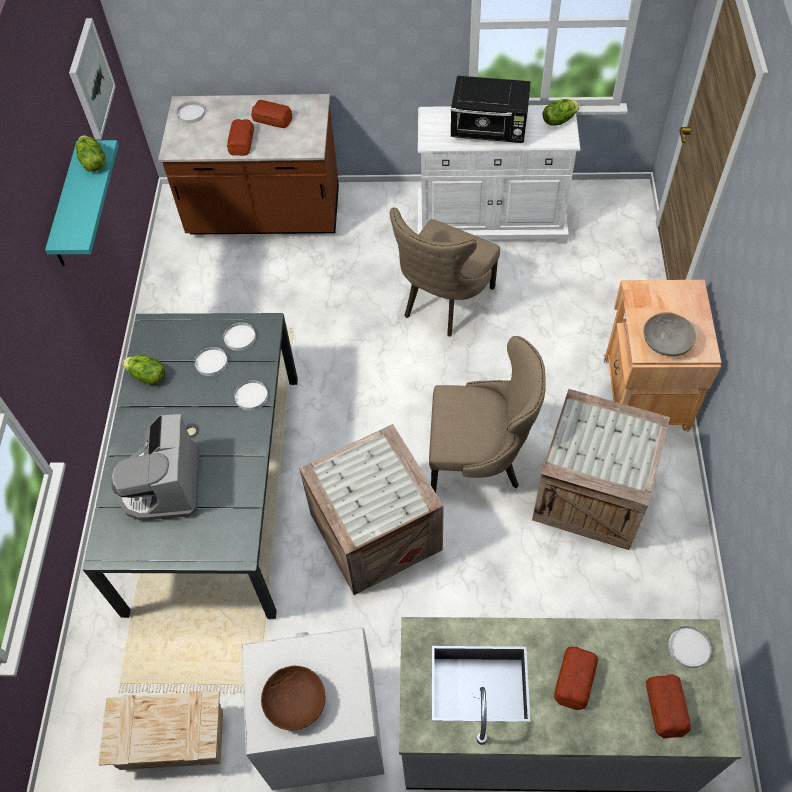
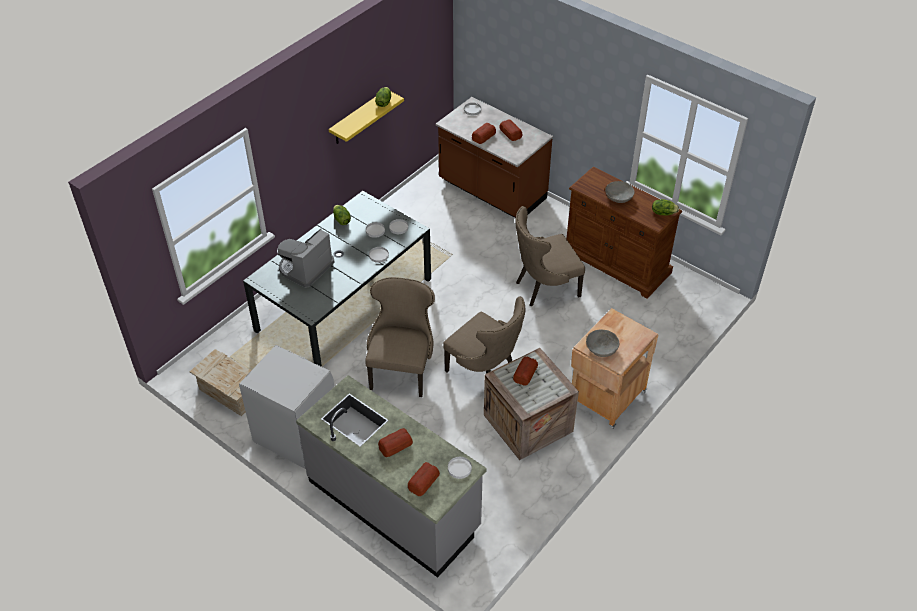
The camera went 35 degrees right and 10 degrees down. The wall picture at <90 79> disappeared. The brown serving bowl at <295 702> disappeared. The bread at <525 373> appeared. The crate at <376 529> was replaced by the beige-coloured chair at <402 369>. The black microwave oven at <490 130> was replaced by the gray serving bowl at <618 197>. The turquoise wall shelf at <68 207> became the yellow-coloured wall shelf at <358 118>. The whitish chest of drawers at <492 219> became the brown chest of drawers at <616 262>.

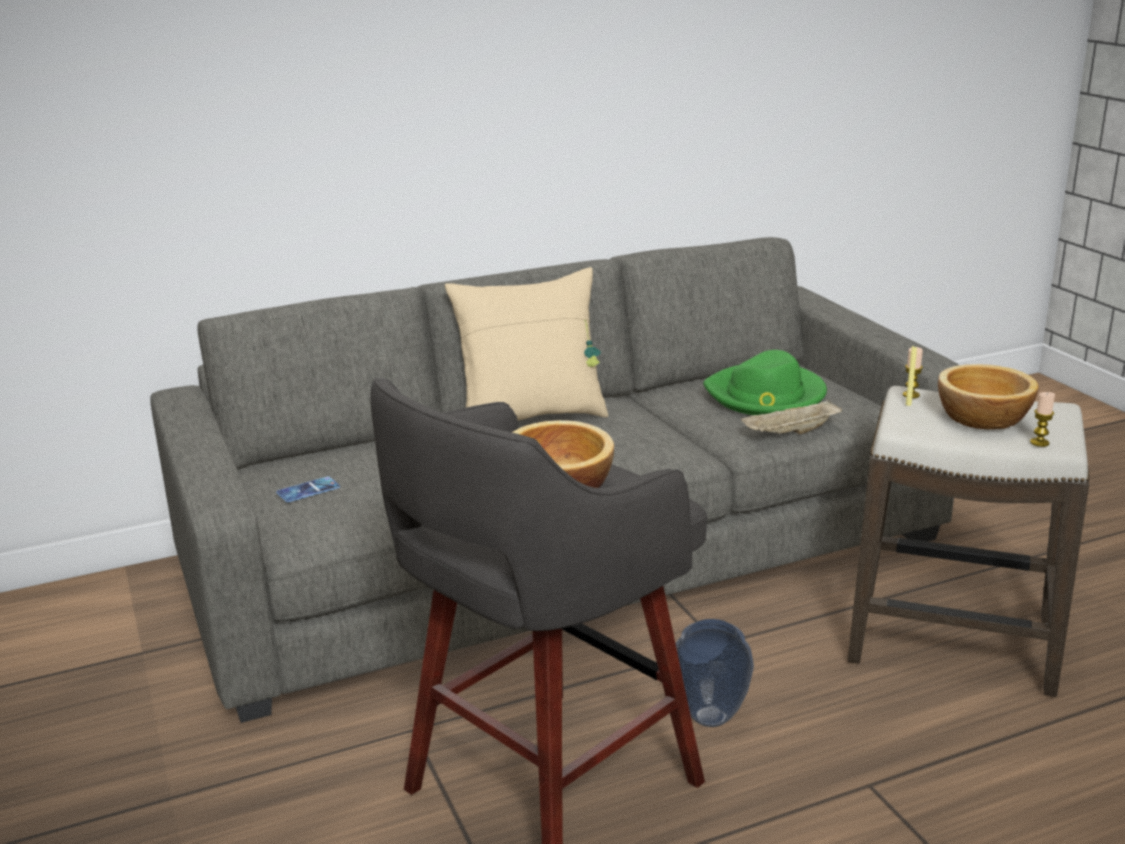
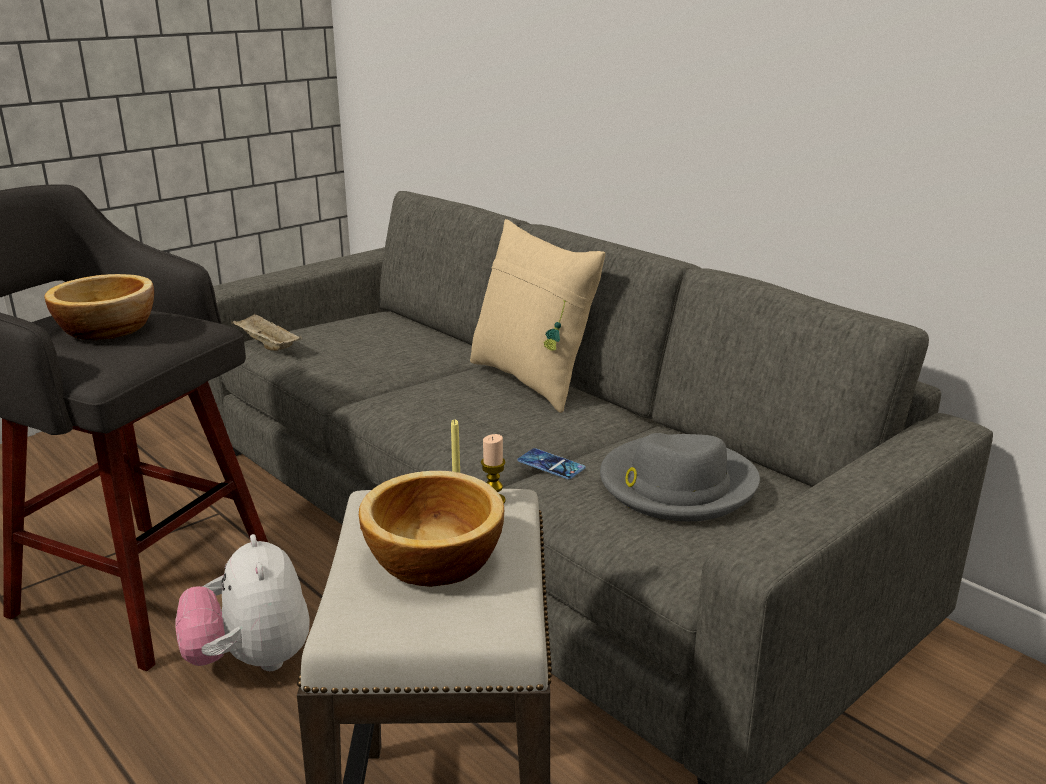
The camera went 70 degrees right and 0 degrees up. The wax candle at <1039 442> disappeared. The phone moved from <308 490> to <551 464>. The beige-coloured carrying tray moved from <791 433> to <266 345>. The flower vase at <711 716> was replaced by the plush toy at <251 660>. The greenish wearable hat at <766 395> became the gray wearable hat at <676 485>.

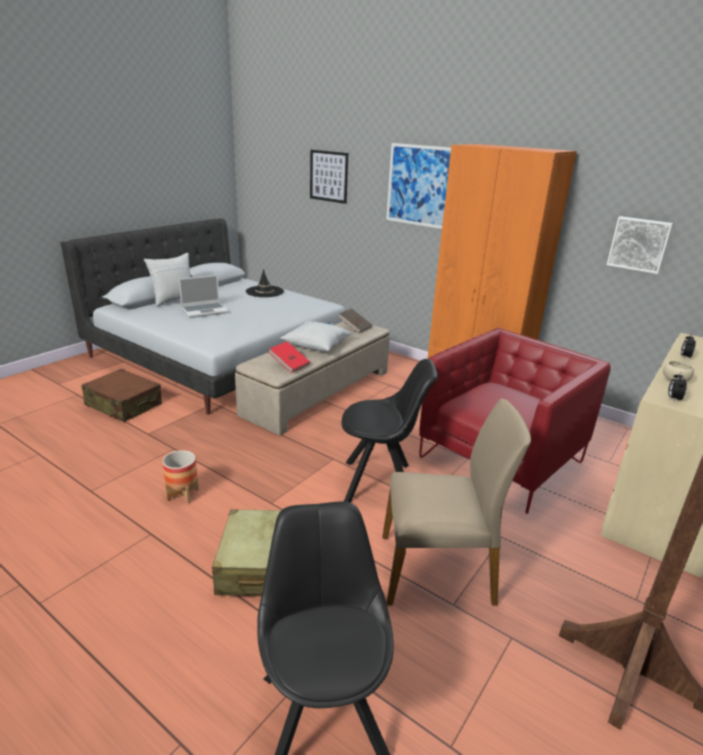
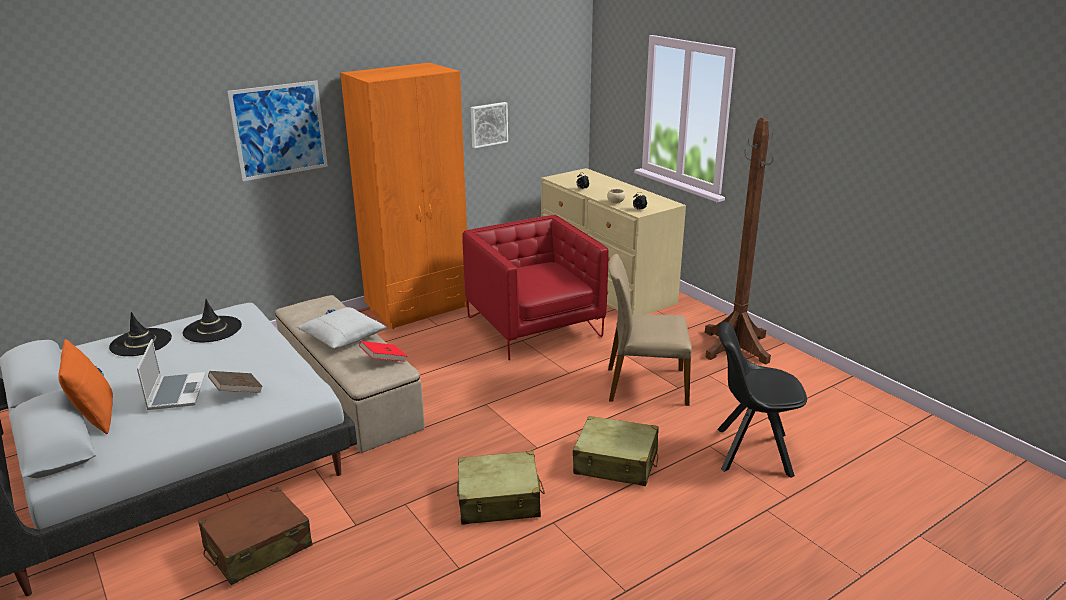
The camera went 70 degrees left and 0 degrees up. The wall picture at <328 176> disappeared. The black chair at <380 483> disappeared. The black wearable hat at <212 329> appeared. The brown volume moved from <354 328> to <237 391>. The plant pot at <183 495> was replaced by the beige-coloured travel case at <499 500>. The gray pillow at <174 301> became the orangey pillow at <95 417>. The beige-coloured chair at <438 569> turned 105 degrees counterclockwise.

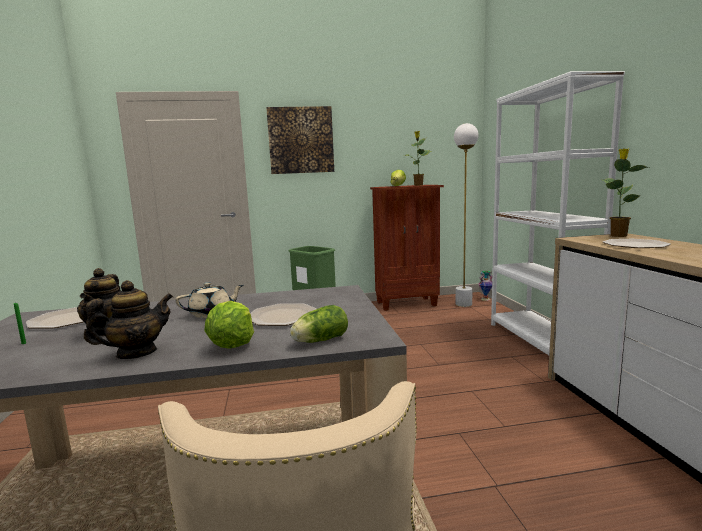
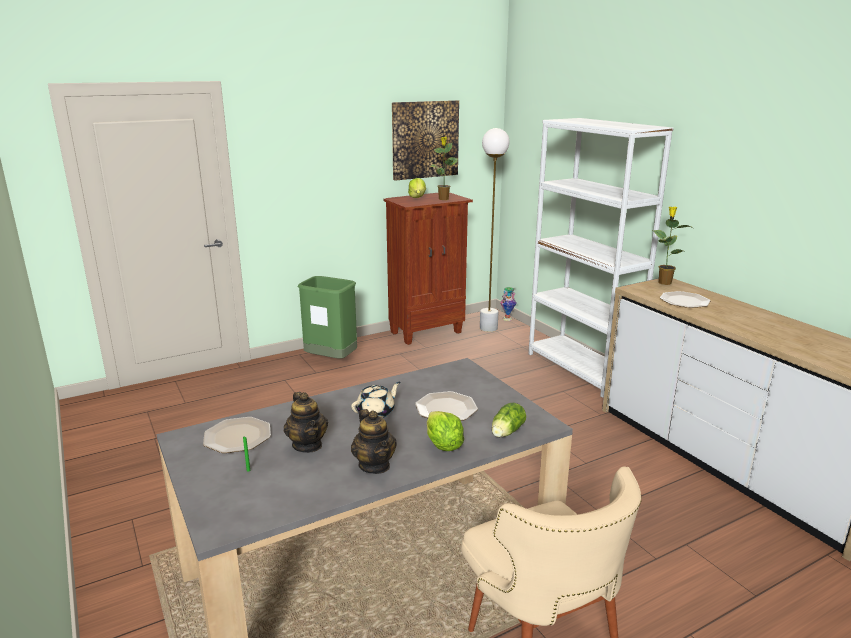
The camera went 20 degrees left and 10 degrees up. The wall picture moved from <301 140> to <425 139>. The pot for tea at <136 353> turned 120 degrees clockwise.

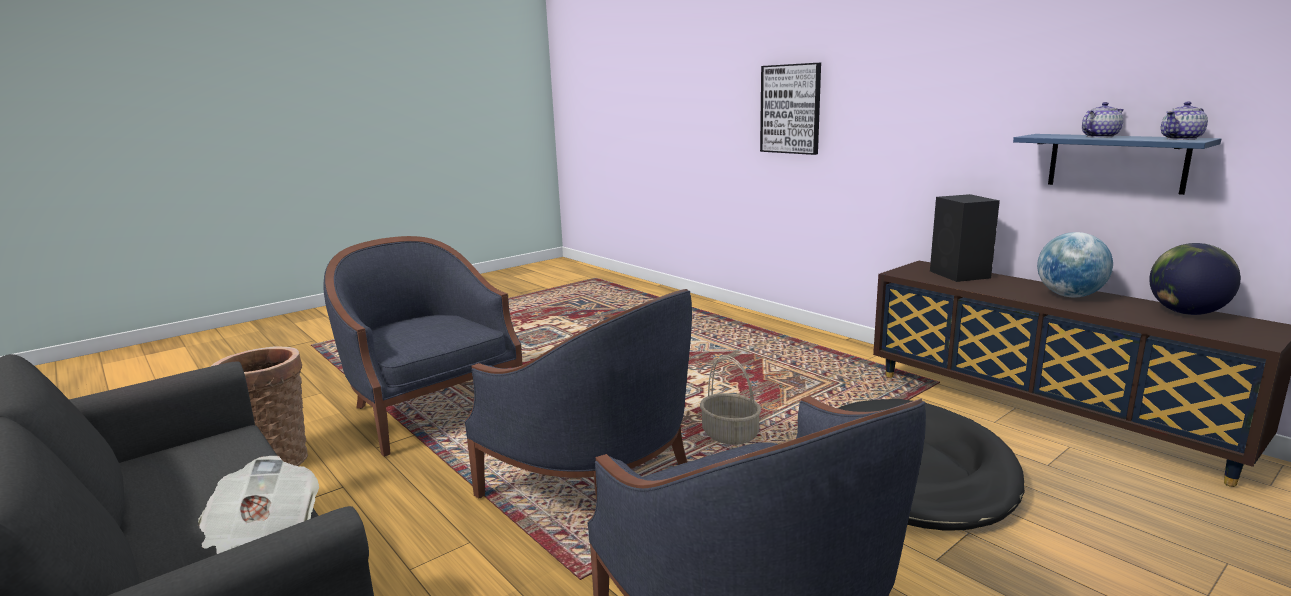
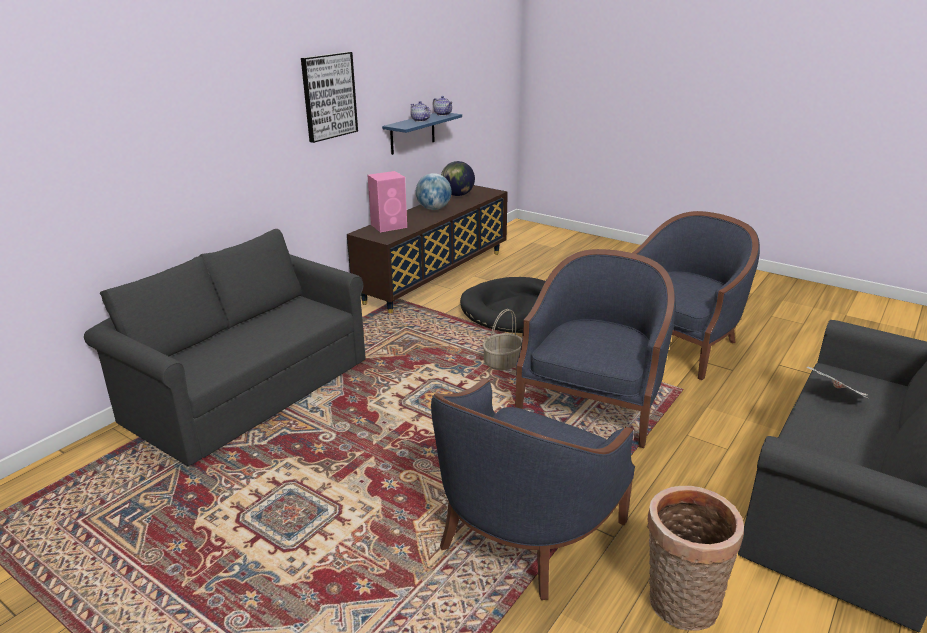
The camera went 105 degrees left and 10 degrees up. The gray settee at <249 391> appeared. The wall picture moved from <791 109> to <329 96>. The black loudspeaker at <960 275> became the pinkish loudspeaker at <389 226>.

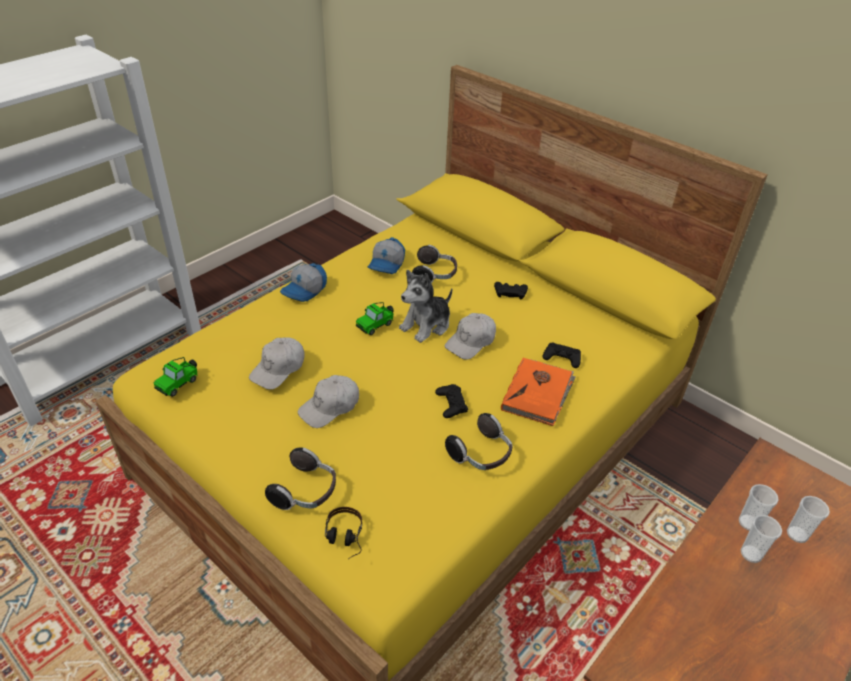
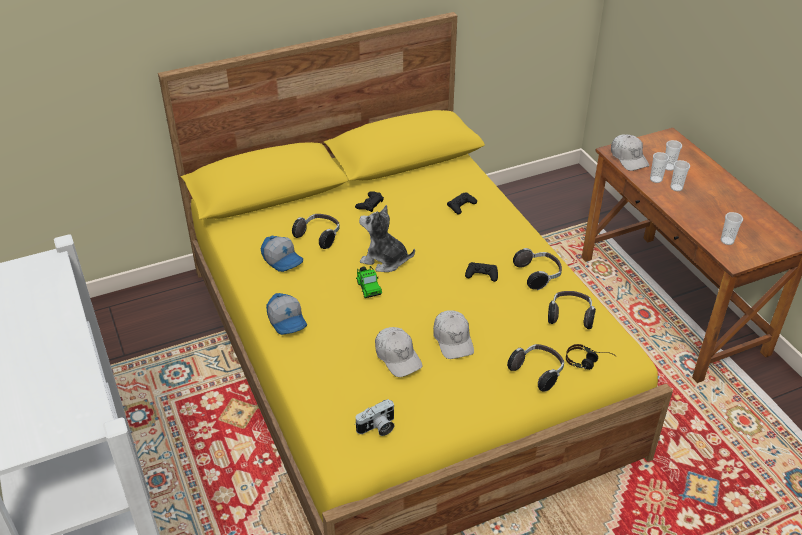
The camera went 65 degrees left and 0 degrees up. The orangey volume at <538 393> disappeared. The headset at <570 316> appeared. The small cup at <727 241> appeared. The whitish cap moved from <471 342> to <628 158>. The toy car at <179 383> was replaced by the photo camera at <377 428>. The plush toy at <426 325> turned 135 degrees clockwise.

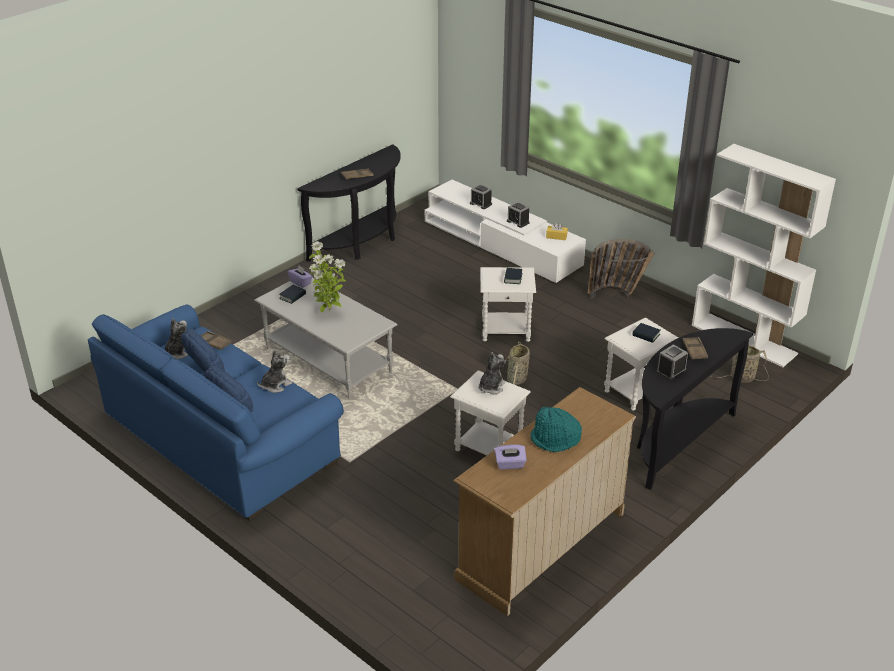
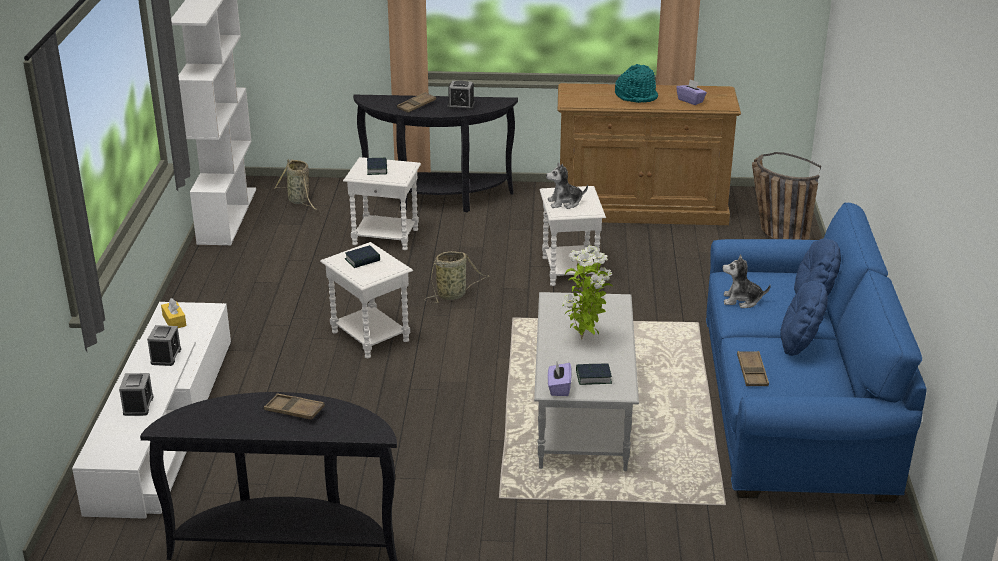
The camera went 130 degrees left and 5 degrees down. The plush toy at <177 352> disappeared. The household basket moved from <617 294> to <774 231>.

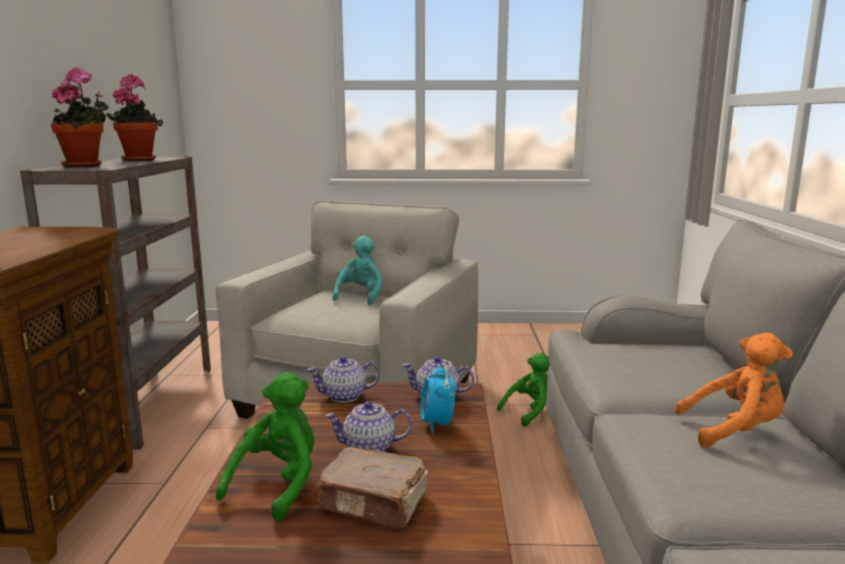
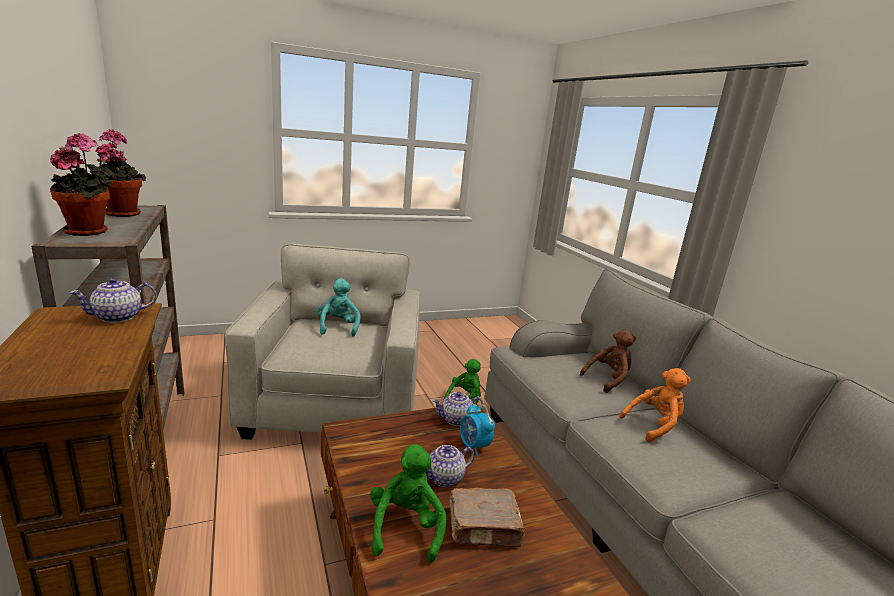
The camera went 25 degrees left and 5 degrees up. The brown plush toy at <608 379> appeared. The pot for tea moved from <345 396> to <118 317>.

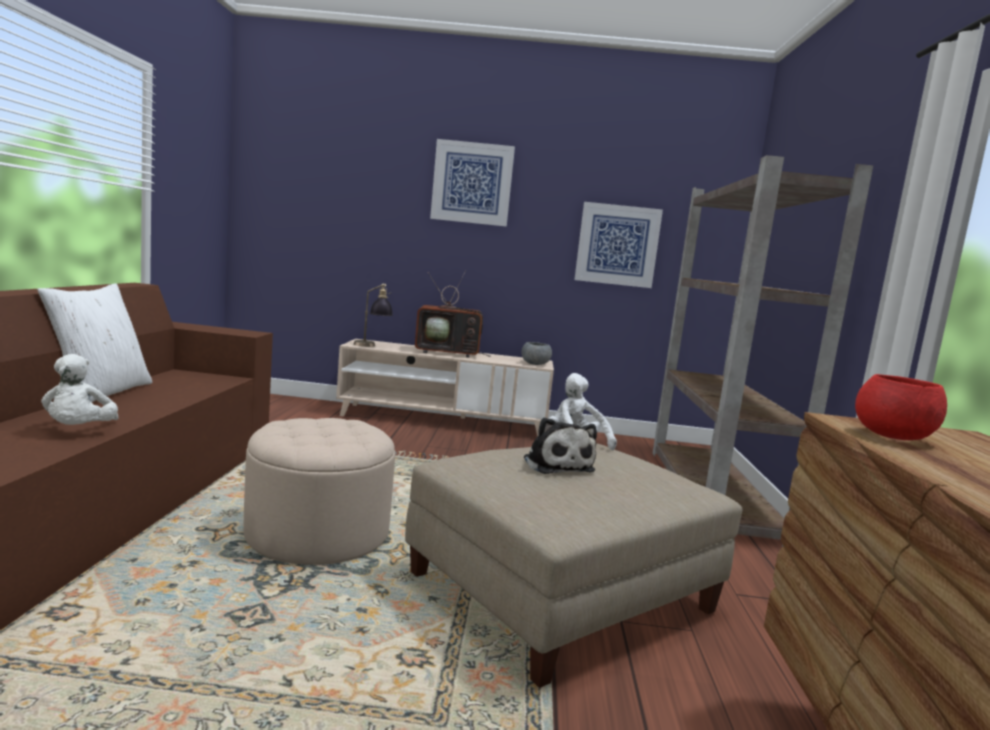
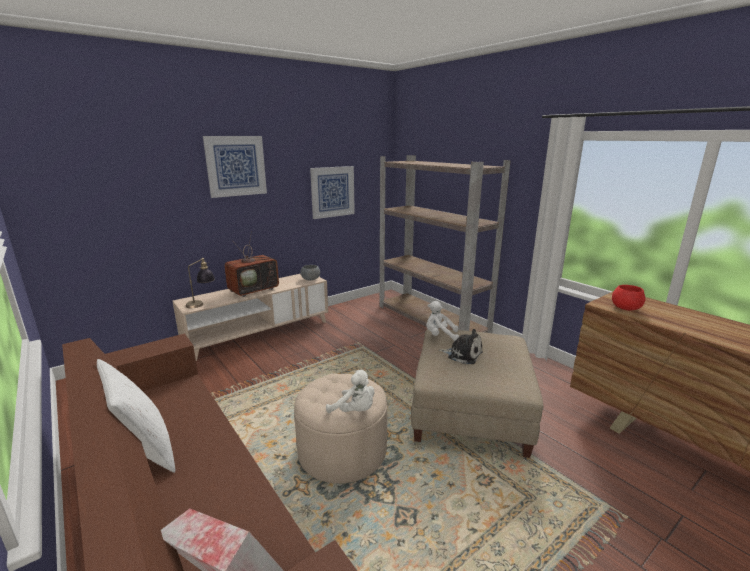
The camera went 40 degrees left and 10 degrees up. The whitish plush toy moved from <79 431> to <354 411>.

